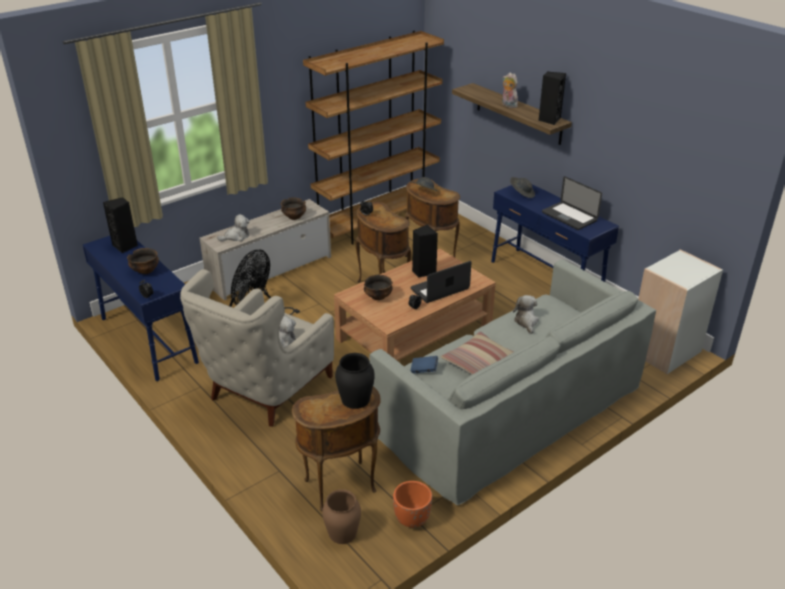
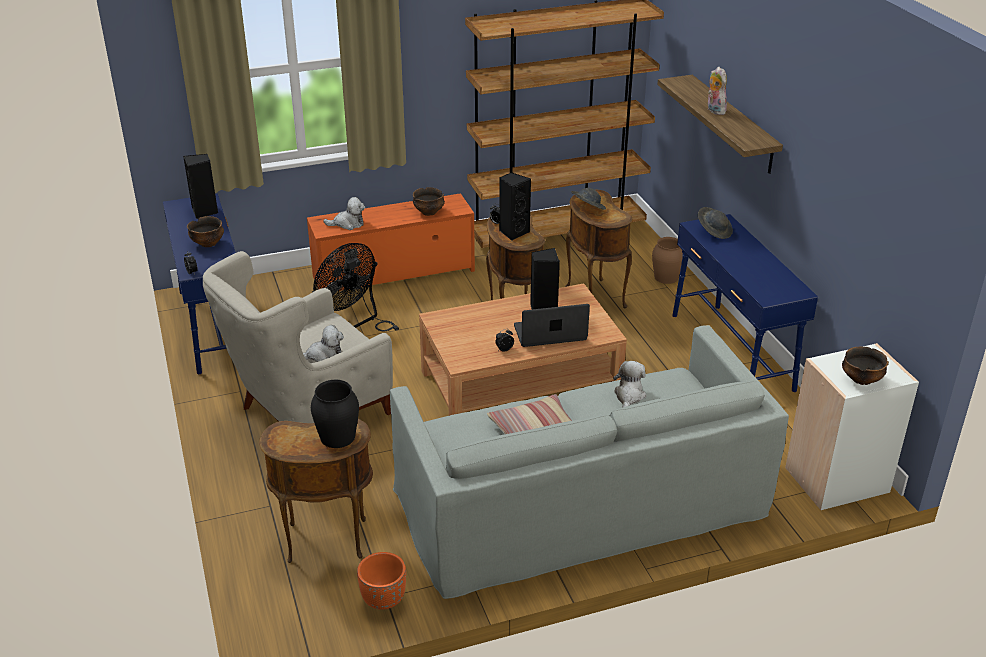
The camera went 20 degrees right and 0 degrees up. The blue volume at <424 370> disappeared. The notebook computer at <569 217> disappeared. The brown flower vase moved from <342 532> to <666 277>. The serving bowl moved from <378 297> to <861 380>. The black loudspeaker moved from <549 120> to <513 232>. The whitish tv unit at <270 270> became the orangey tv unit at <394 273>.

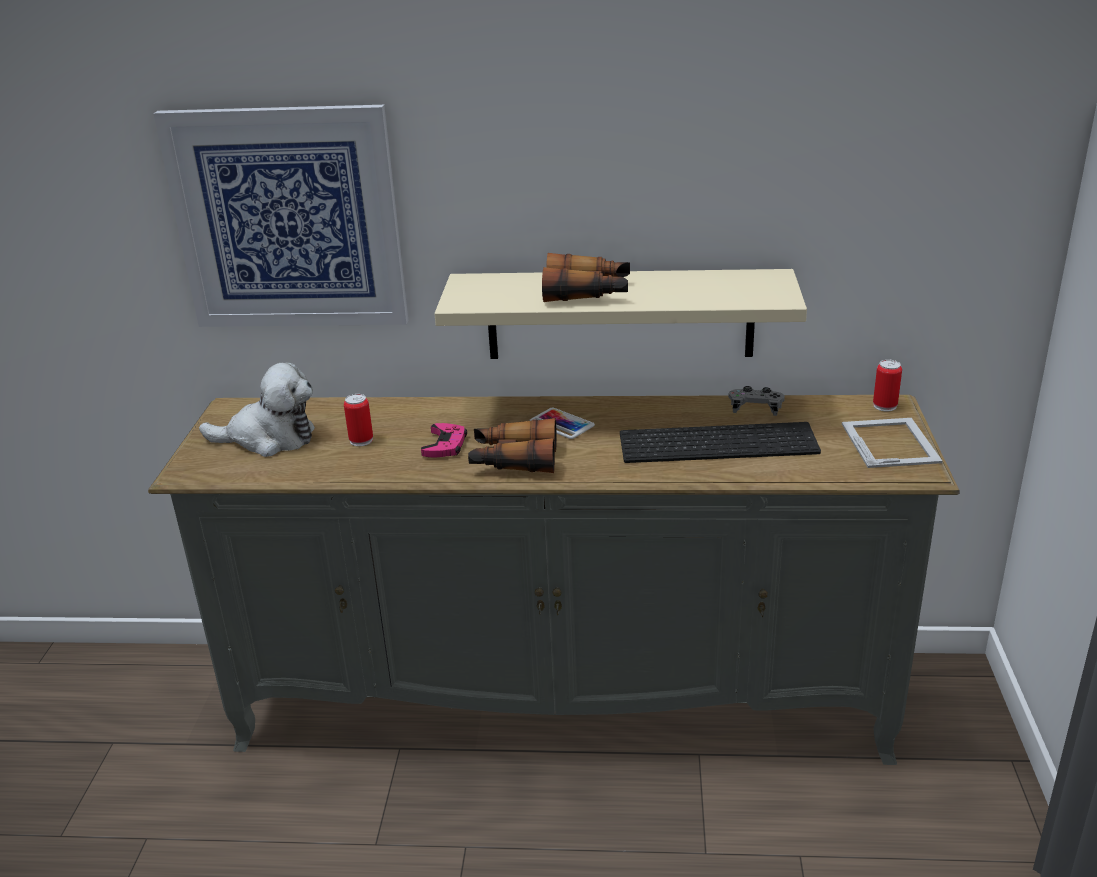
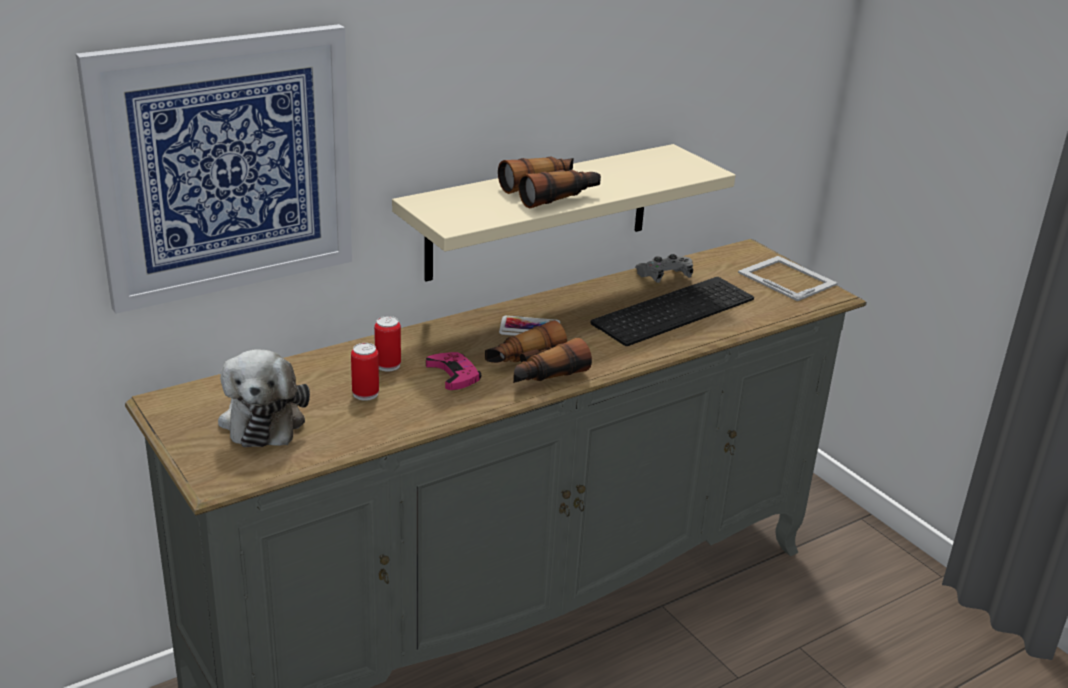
The camera went 40 degrees left and 0 degrees up. The sealed can moved from <885 406> to <388 365>. The plush toy at <269 438> turned 120 degrees clockwise.

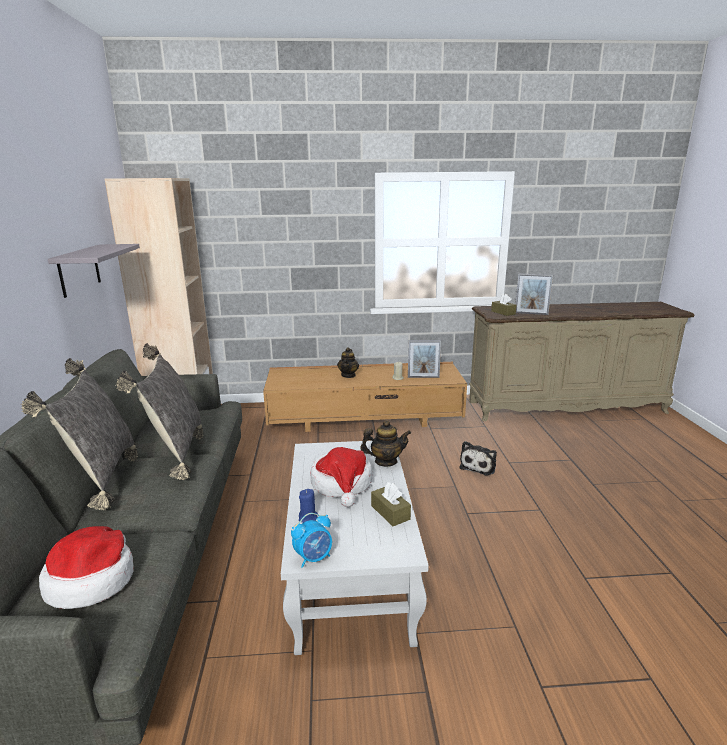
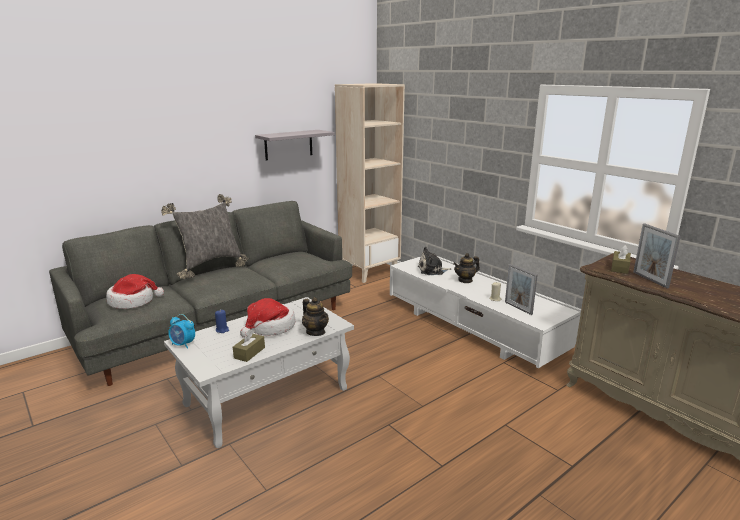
The camera went 55 degrees right and 0 degrees up. The pillow at <173 459> disappeared. The plush toy moved from <479 466> to <432 270>. The brown tv unit at <365 417> became the whitish tv unit at <473 326>.

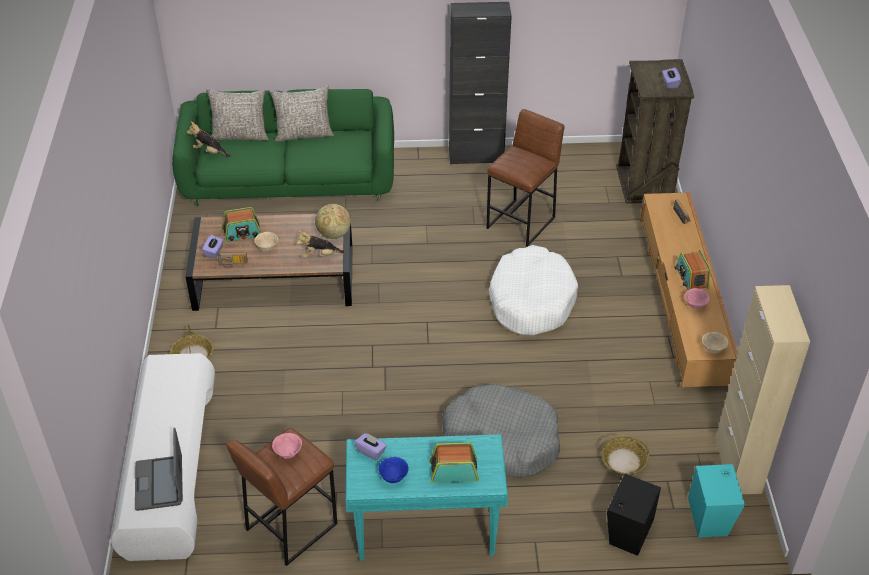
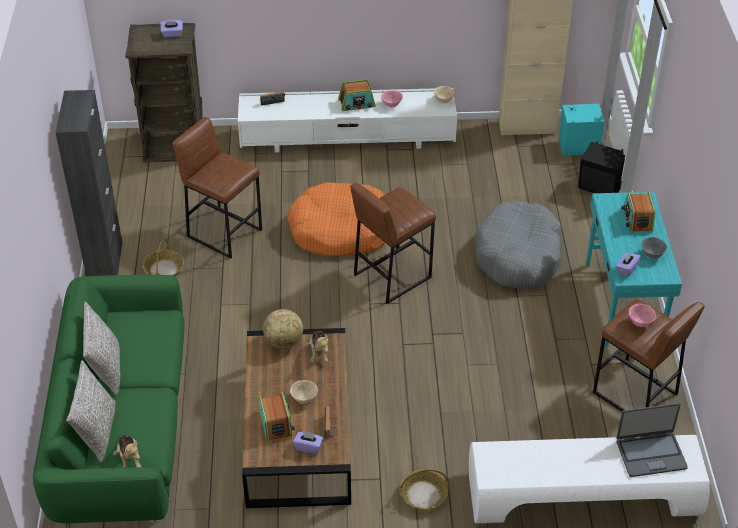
The camera went 90 degrees left and 0 degrees up. The brown stool at <391 276> appeared. The household basket moved from <623 461> to <164 269>. The blue serving bowl at <394 477> became the gray serving bowl at <652 254>. The whitish pet bed at <531 300> became the orangey pet bed at <340 230>. The brown tv unit at <682 304> became the whitish tv unit at <347 138>. The plush toy at <209 152> turned 45 degrees counterclockwise.

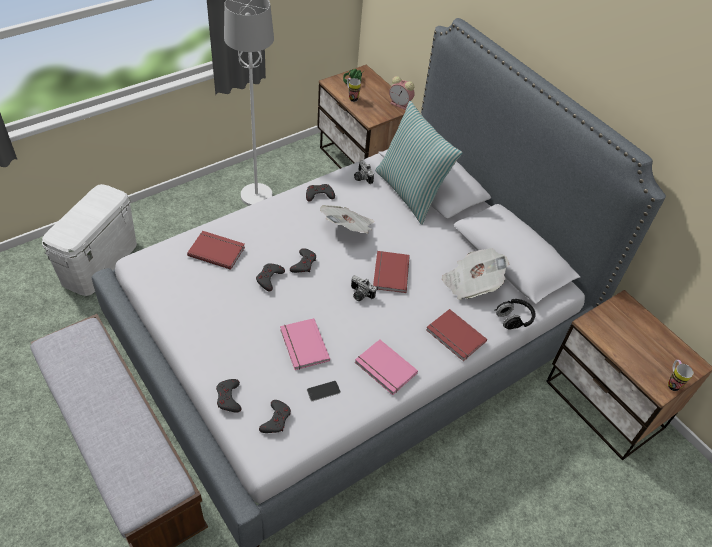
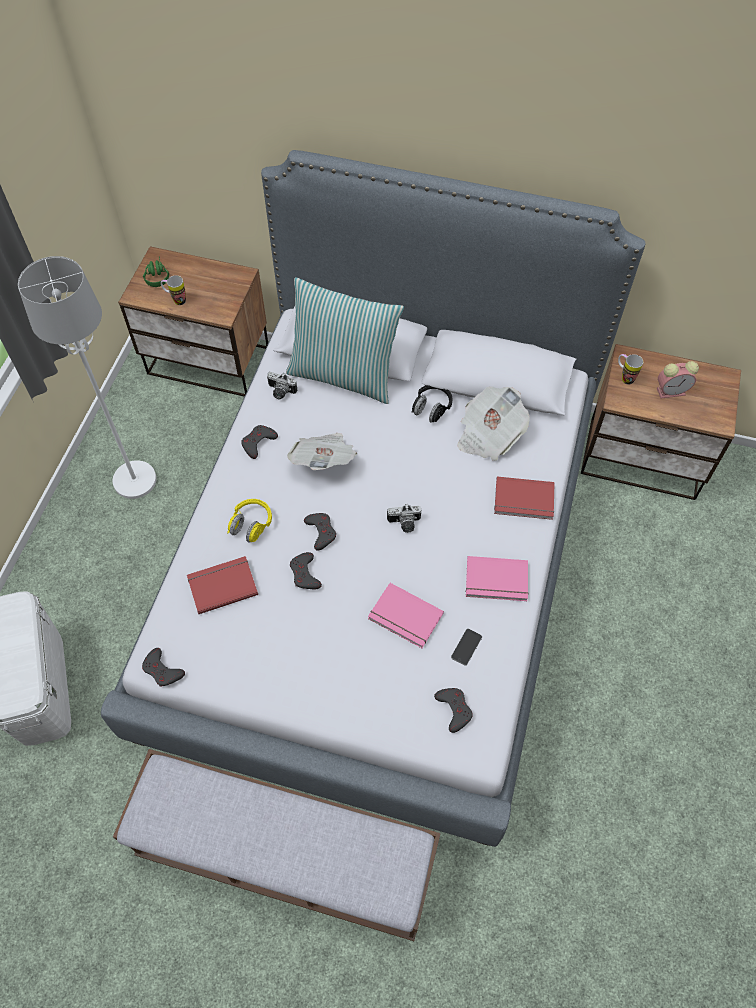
The camera went 35 degrees left and 10 degrees up. The reddish volume at <389 273> disappeared. The yellow-coloured headset at <251 525> appeared. The gray game controller moved from <229 398> to <162 670>. The bedside clock moved from <401 104> to <672 391>. The black headset moved from <513 319> to <431 408>. The mug moved from <671 382> to <624 377>.

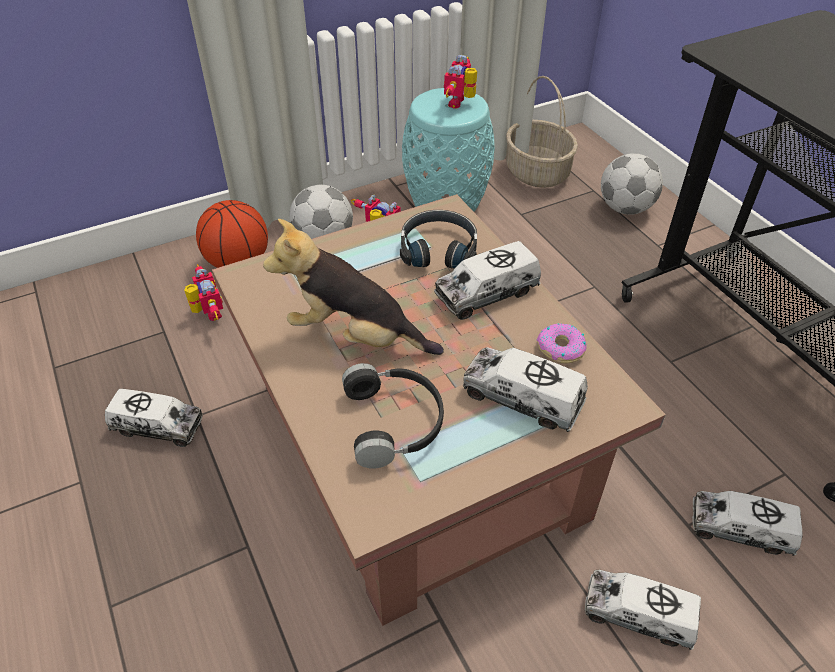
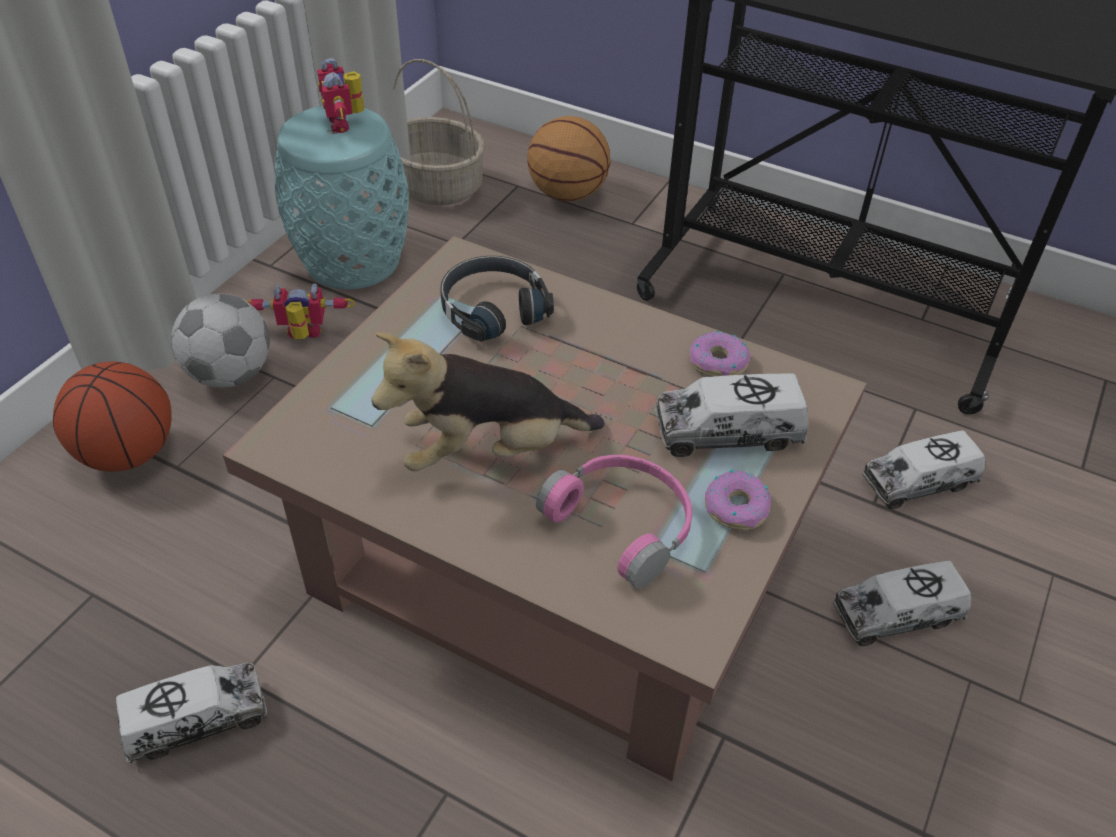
The camera went 35 degrees left and 0 degrees up. The robot figure at <208 313> disappeared. The model truck at <487 293> disappeared. The ring doughnut at <737 507> appeared. The ball for football at <625 208> was replaced by the basketball at <568 194>. The black headset at <395 421> became the pinkish headset at <624 523>.

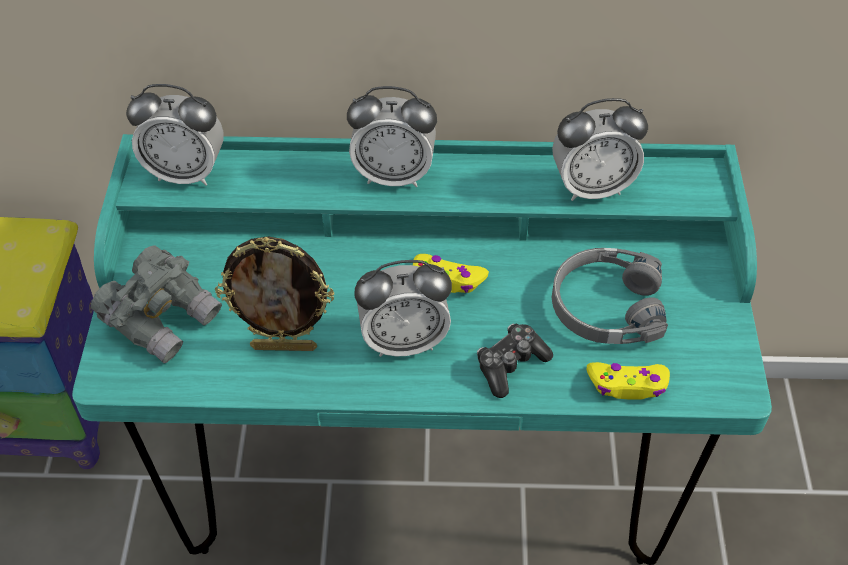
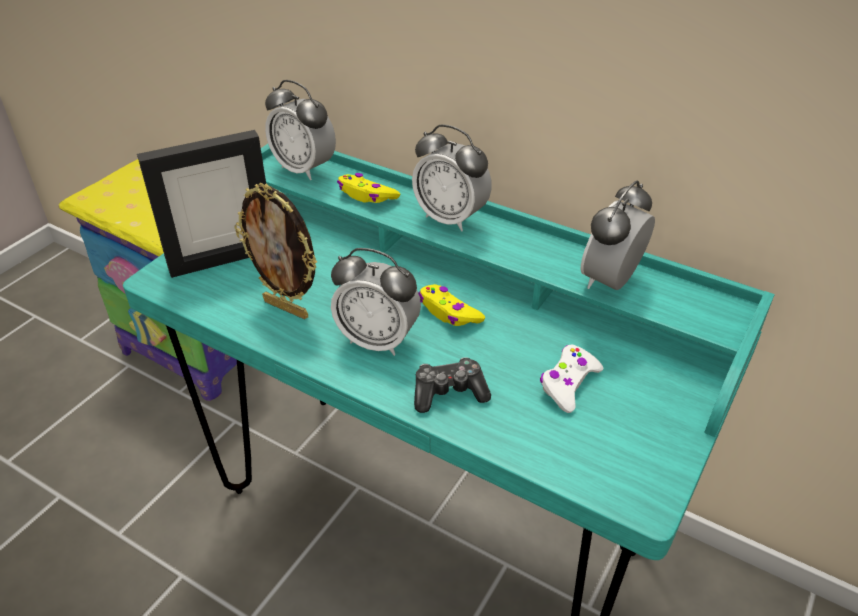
The camera went 30 degrees right and 10 degrees down. The yellow-coloured game controller moved from <627 385> to <367 195>. The gray field glasses at <162 318> was replaced by the picture frame at <222 258>. The gray headset at <605 306> was replaced by the whitish game controller at <568 384>. The bedside clock at <592 187> turned 105 degrees clockwise.

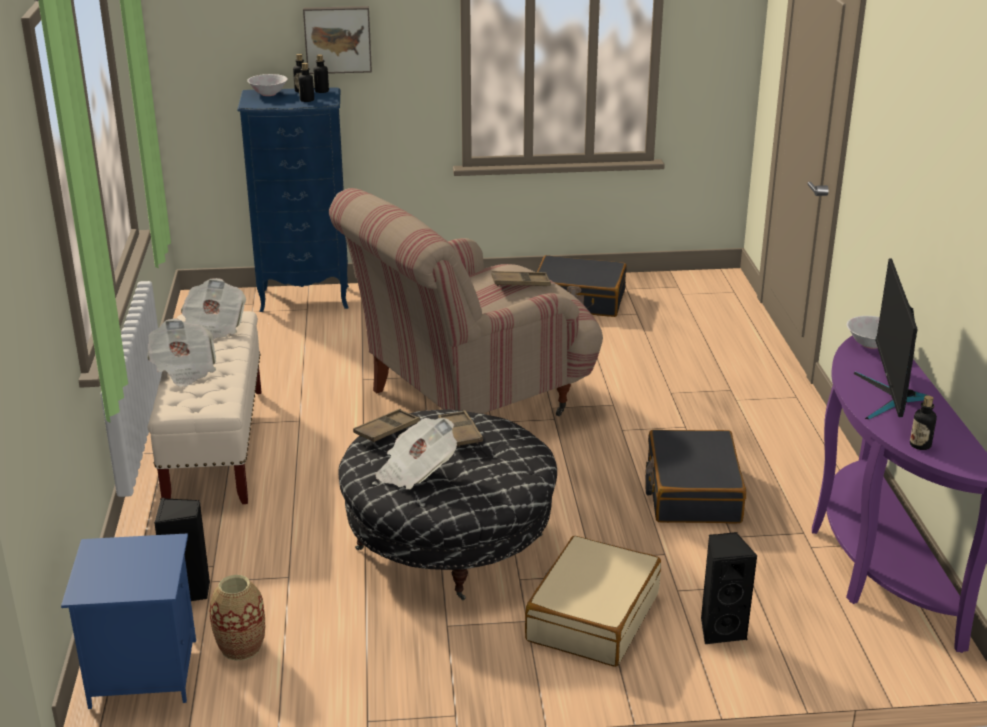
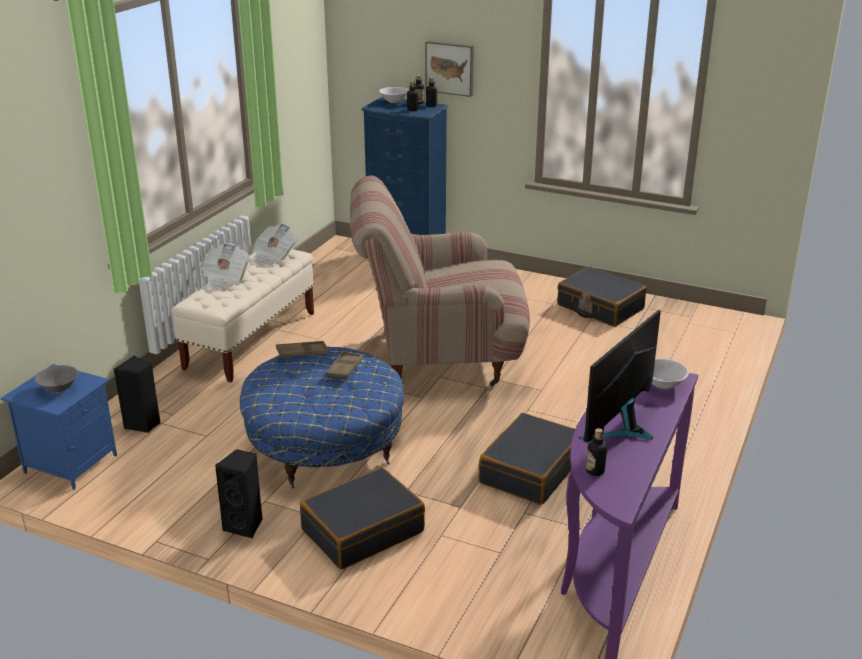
The camera went 30 degrees right and 0 degrees up. The flower vase at <241 647> disappeared. The daily paper at <416 471> disappeared. The brown carrying tray at <520 283> disappeared. The gray serving bowl at <58 388> appeared. The black loudspeaker moved from <721 630> to <245 526>. The black footrest at <449 541> became the blue footrest at <325 447>. The beige-coloured travel case at <592 616> became the black travel case at <362 530>.

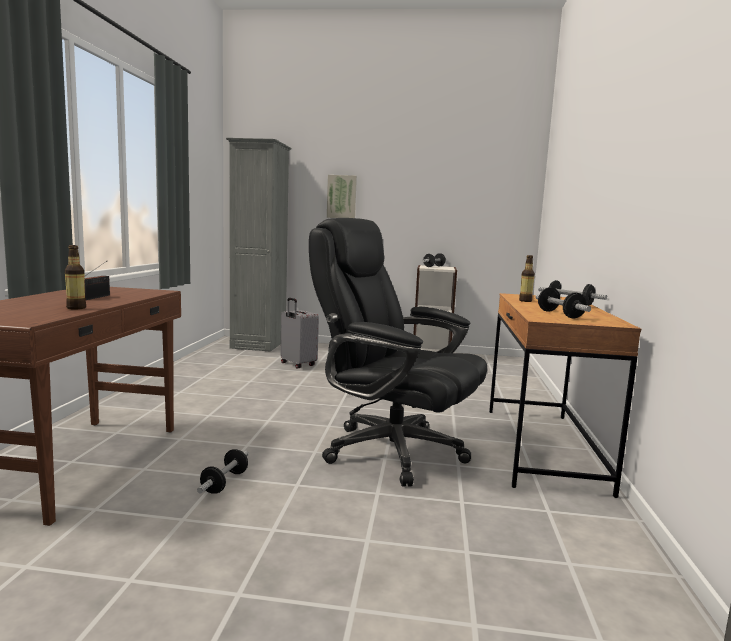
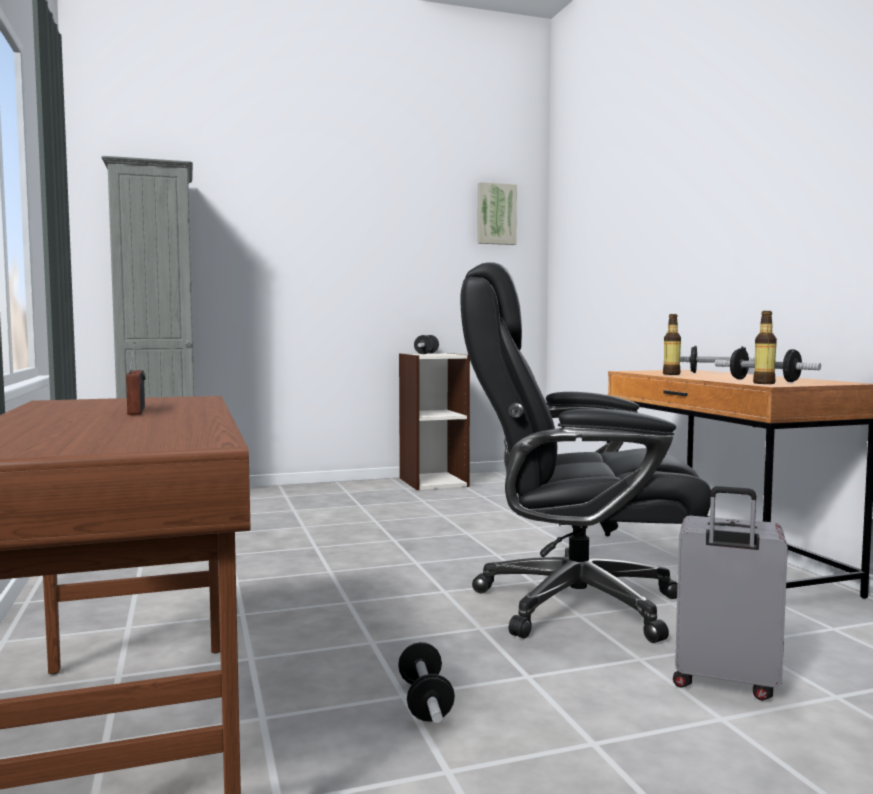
The camera went 25 degrees left and 5 degrees down. The beverage bottle moved from <76 308> to <763 383>. The gray travel case moved from <297 364> to <724 683>. The wall picture moved from <341 197> to <496 214>.

